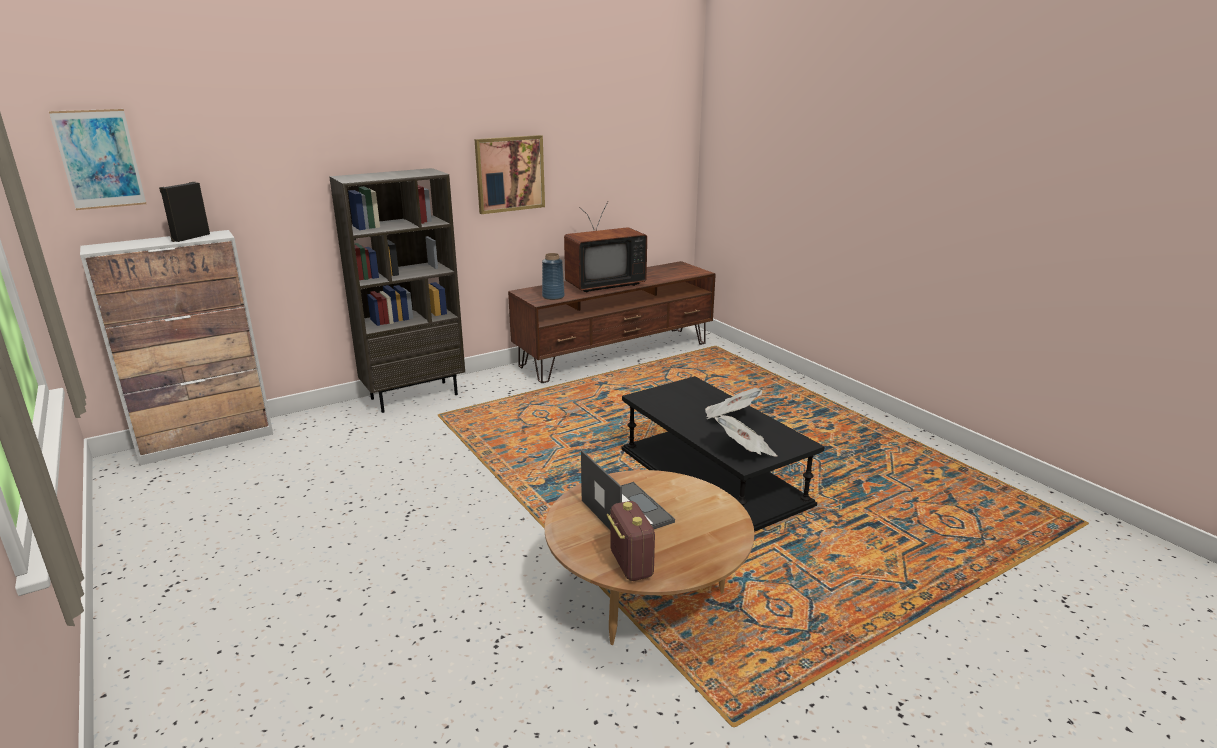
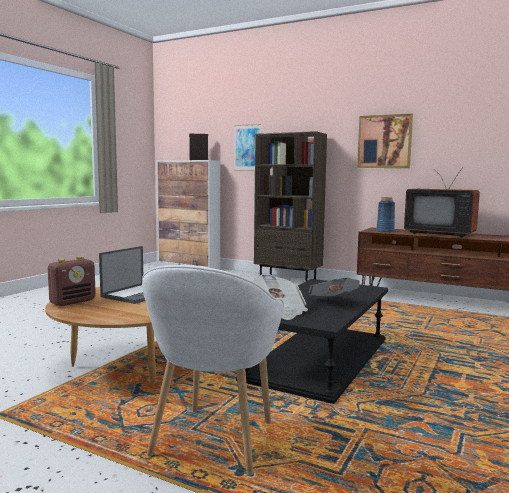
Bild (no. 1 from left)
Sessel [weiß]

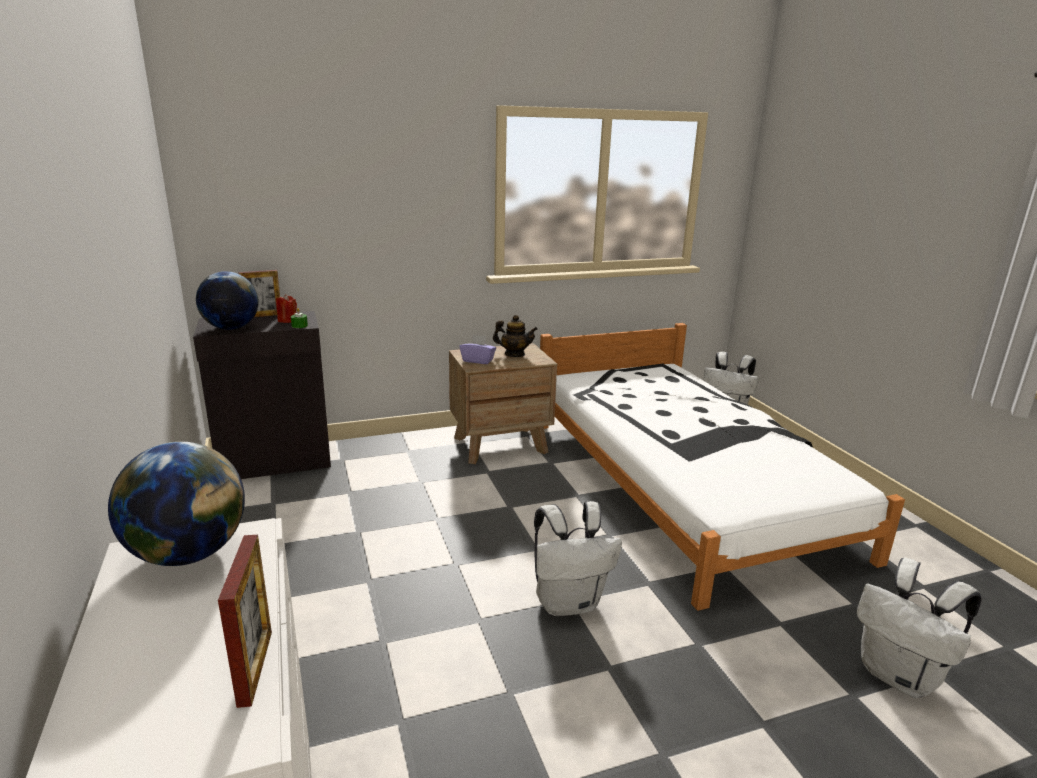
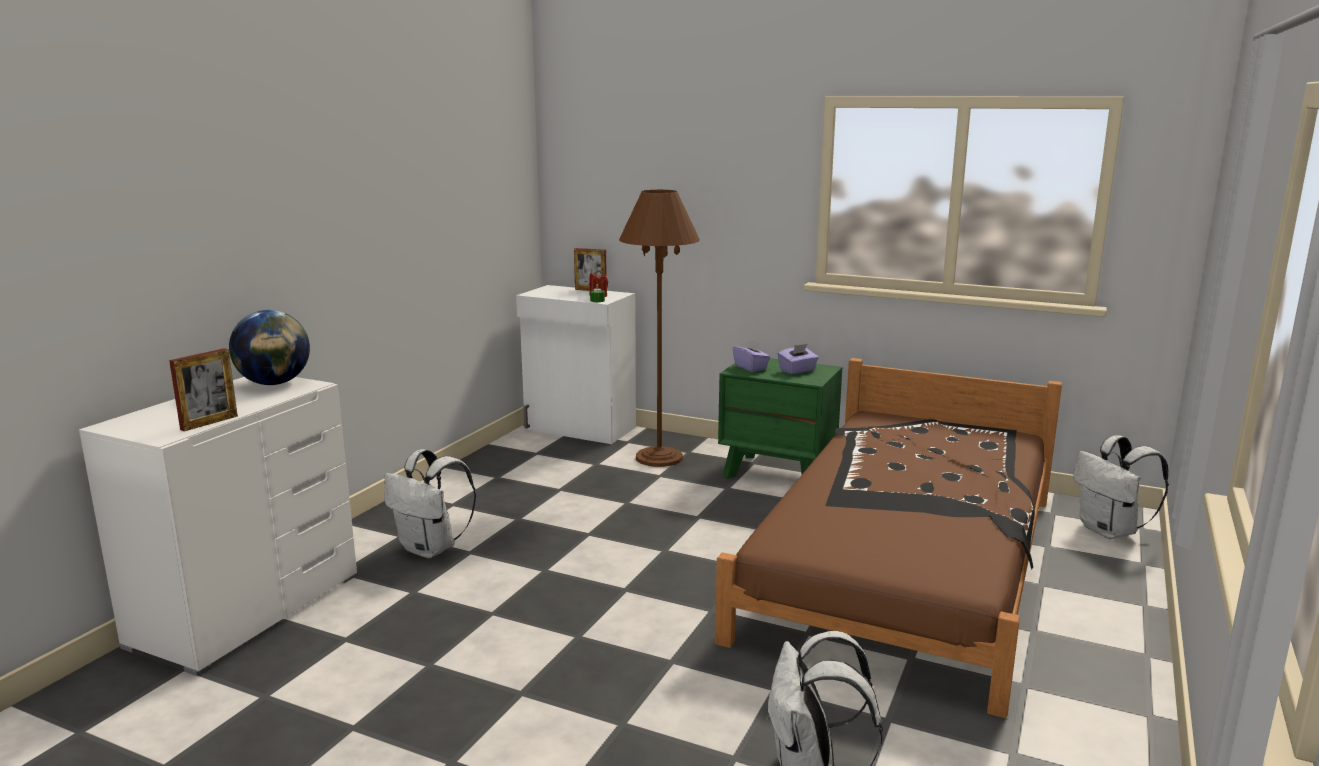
Globus (no. 2 from left in the first image)
Schrank [weiß]
Taschentuchbox [lila] (no. 2 from left)
Bett [braun]
Nachttisch [grün]
Rucksack [weiß] (no. 1 from left)
Stehlampe [braun]

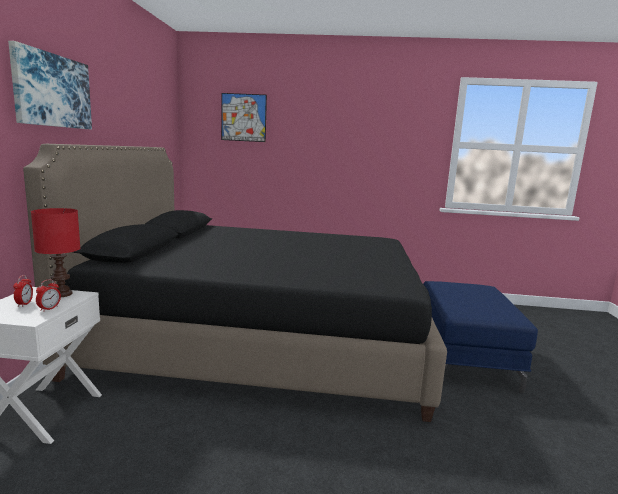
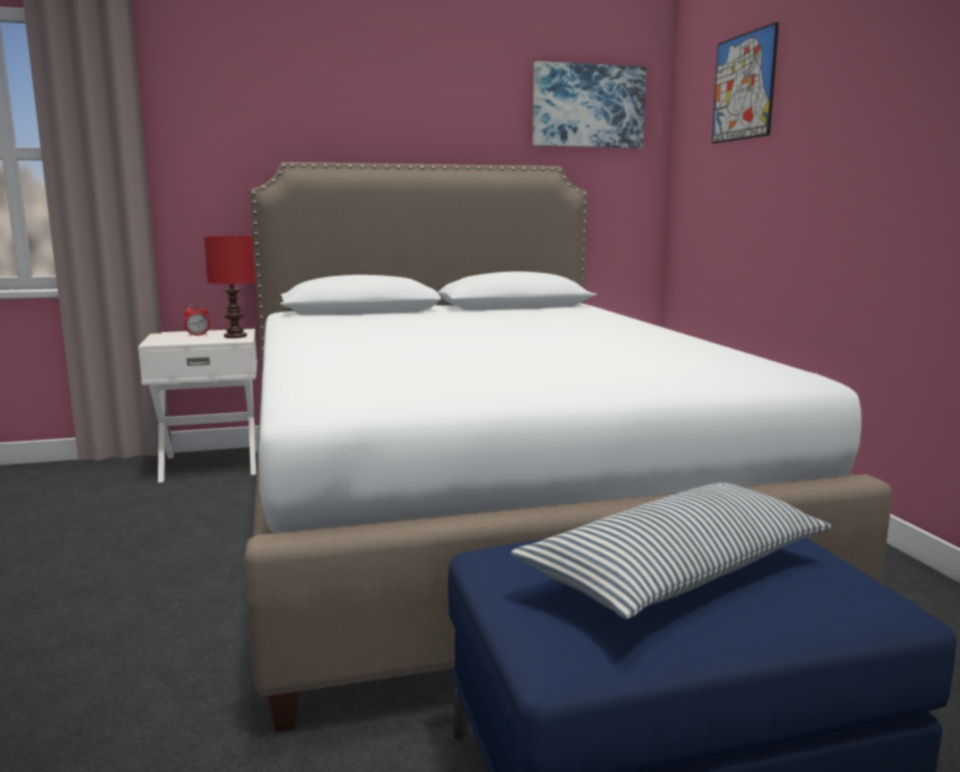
Bild (no. 1 from left)
Bett [weiß]
Wecker (no. 2 from left in the first image)
Kissen

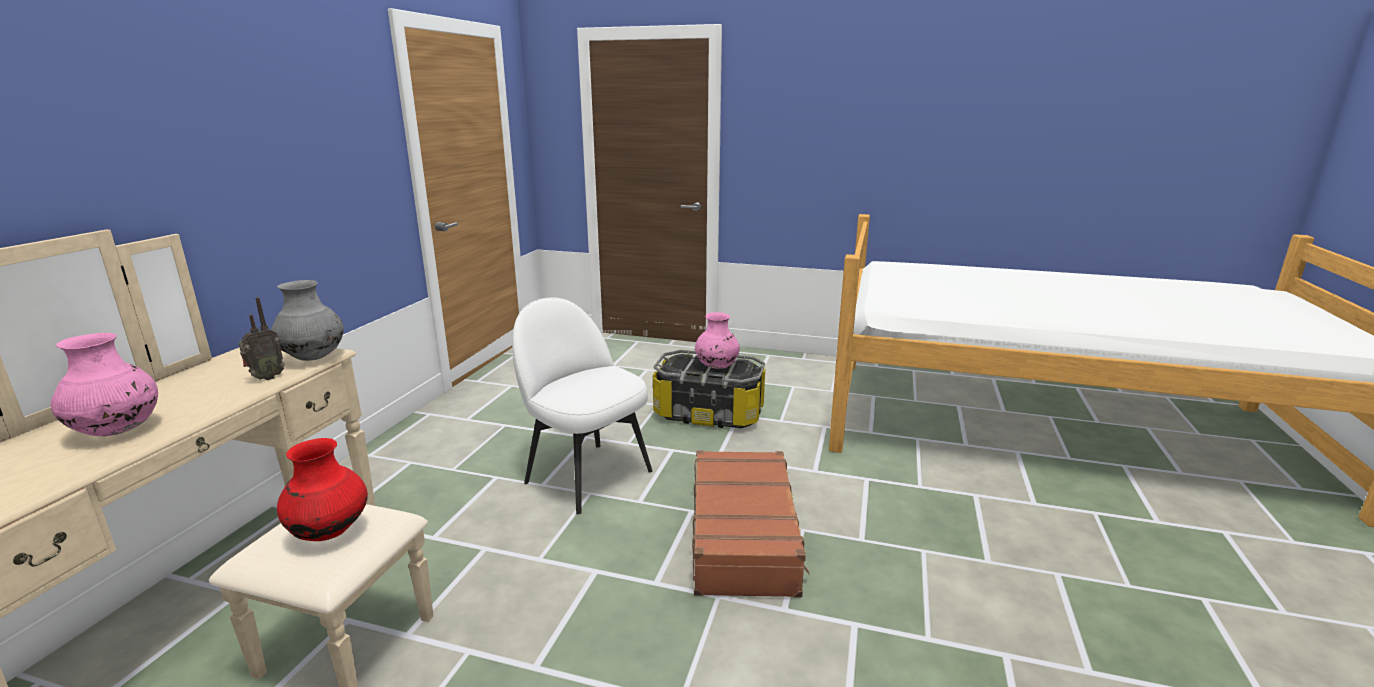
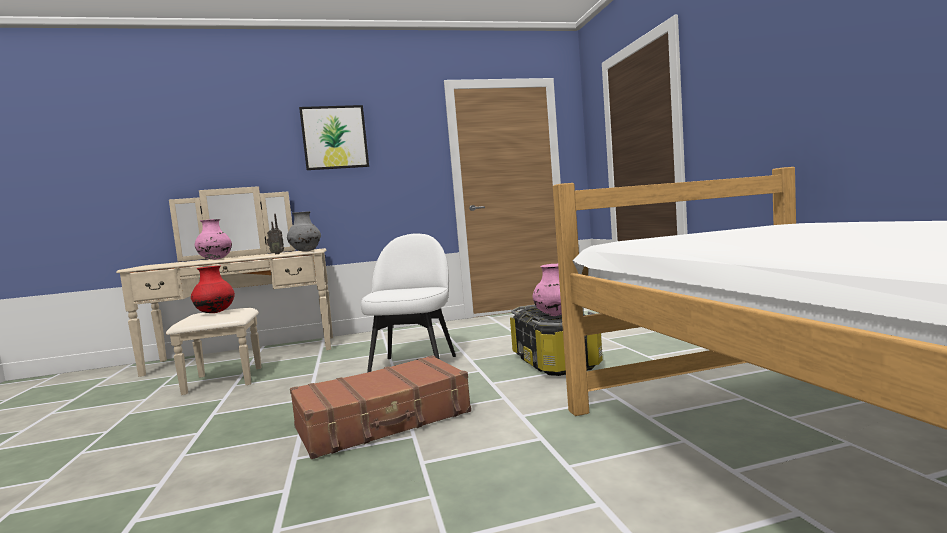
Bild

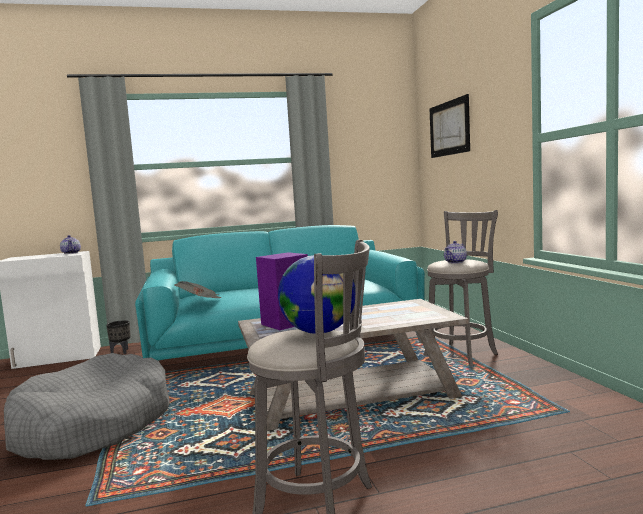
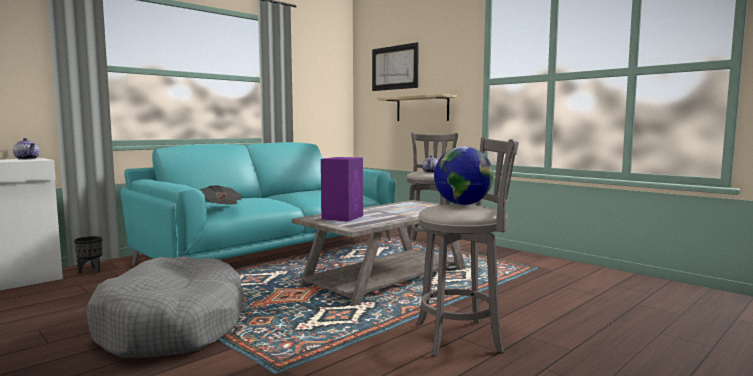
Wandregal

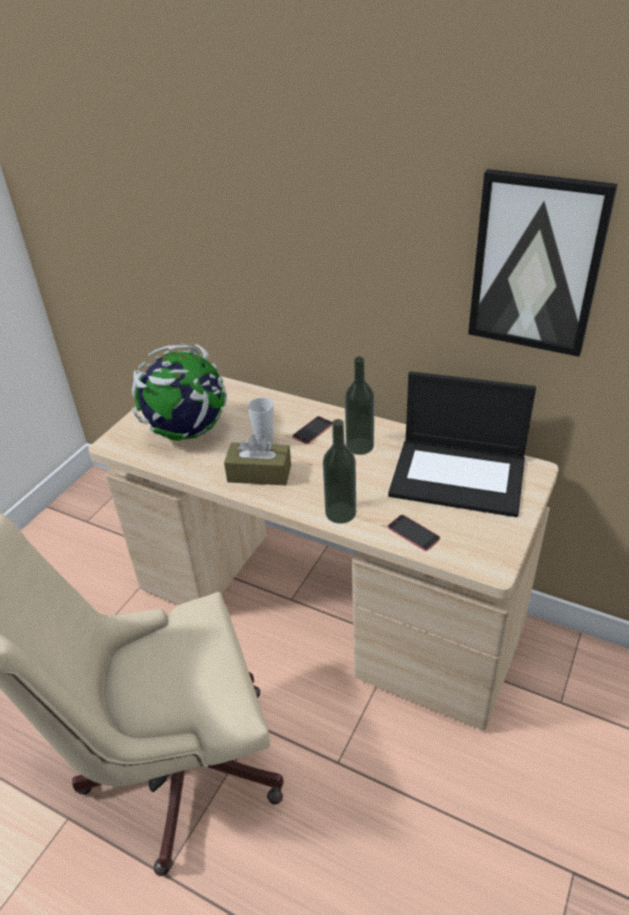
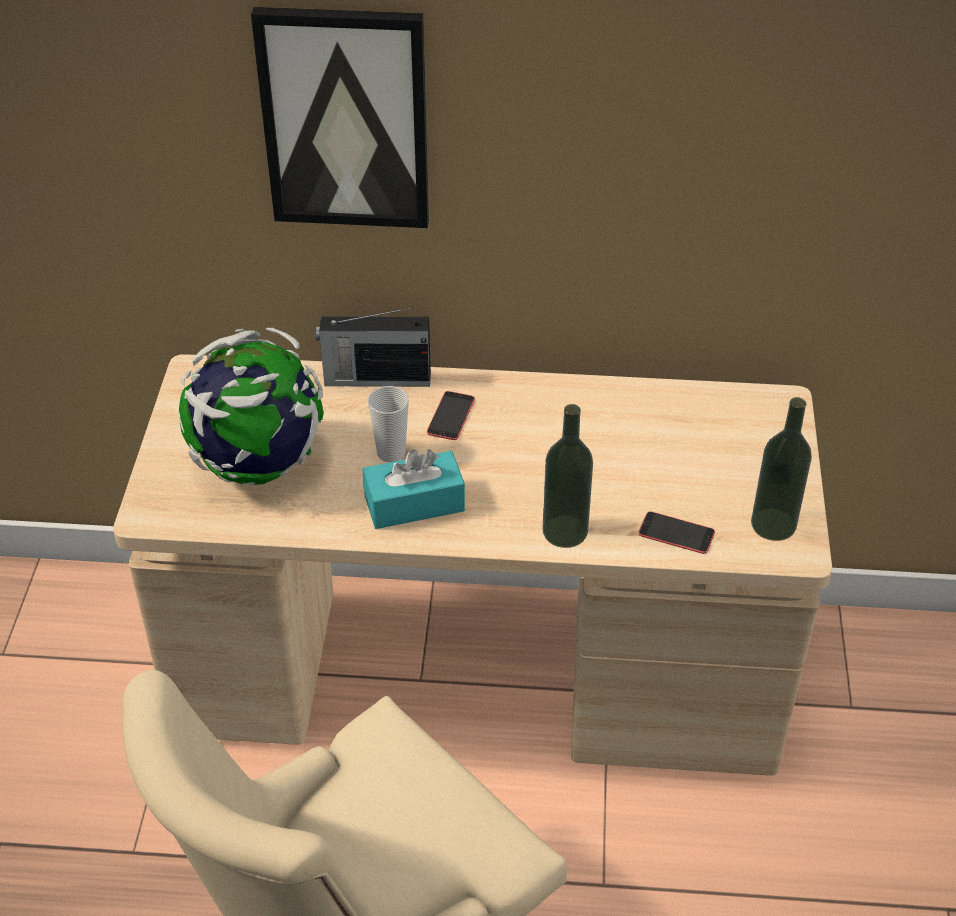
Bild
Flasche (no. 2 from left)
Laptop
Taschentuchbox [türkis]
Radio

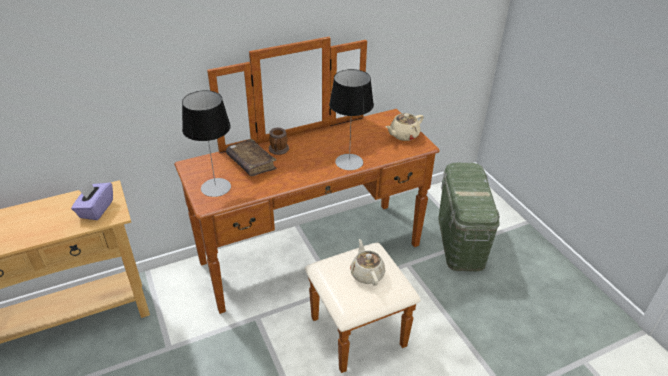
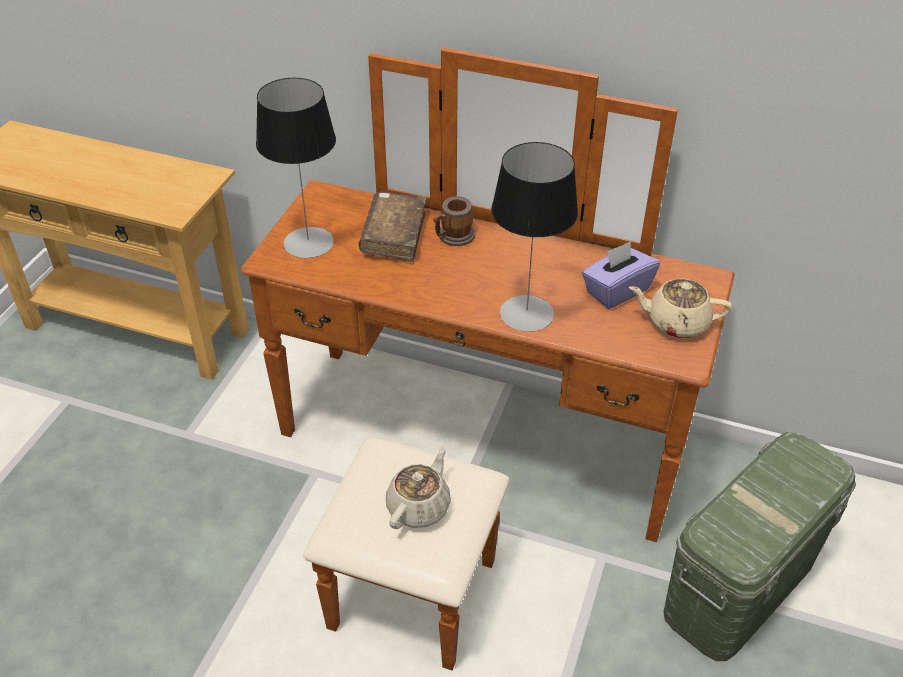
Taschentuchbox [lila]

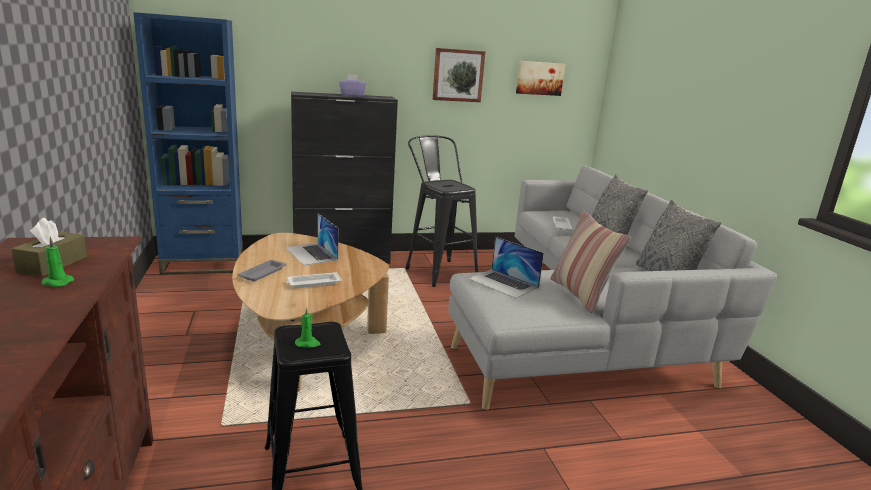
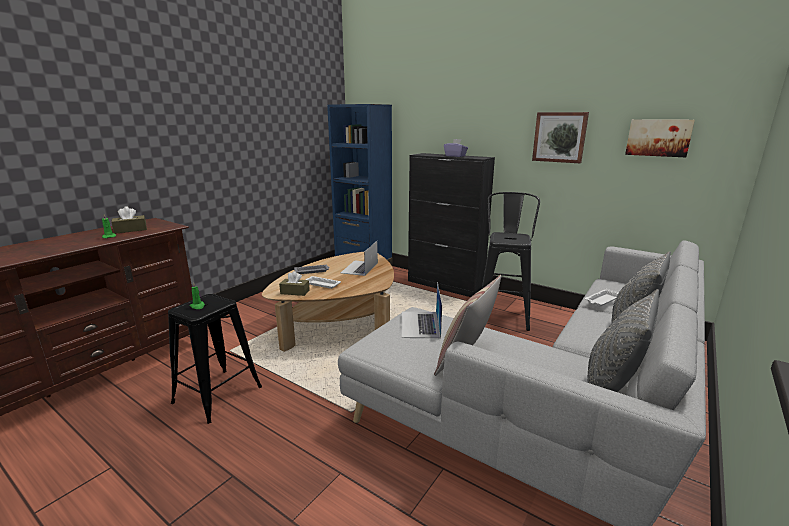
Taschentuchbox [braun] (no. 2 from left)

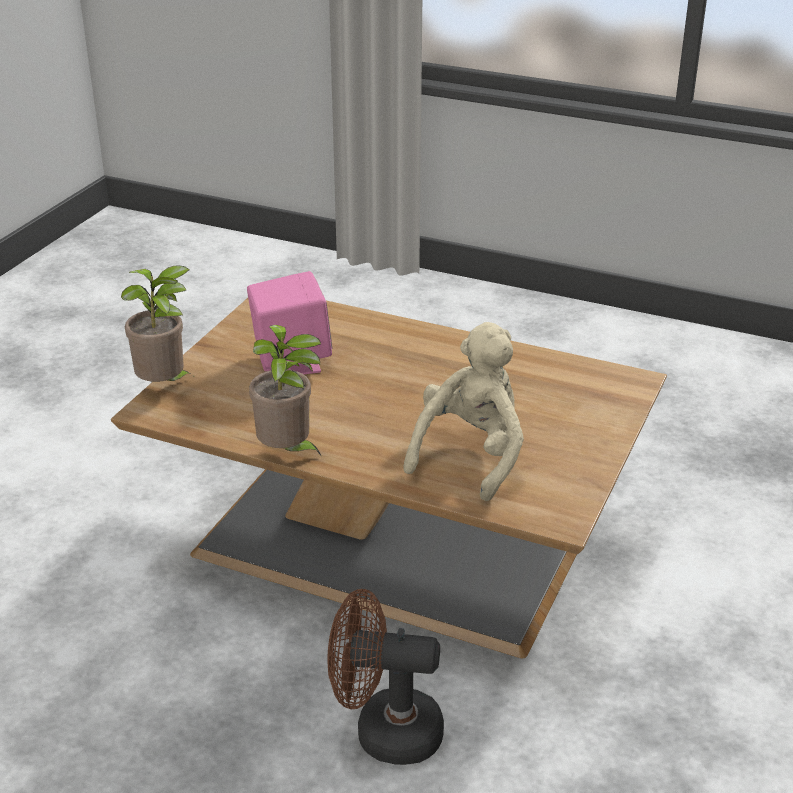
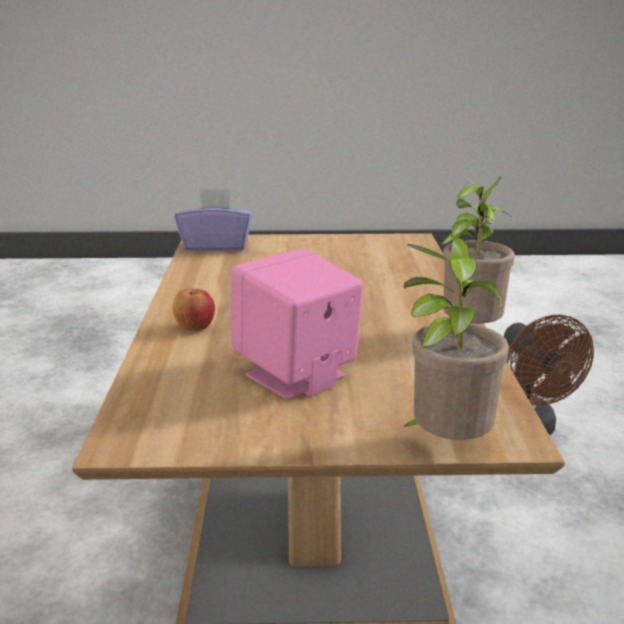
Plüschtier [beige]
Taschentuchbox [lila]
Apfel

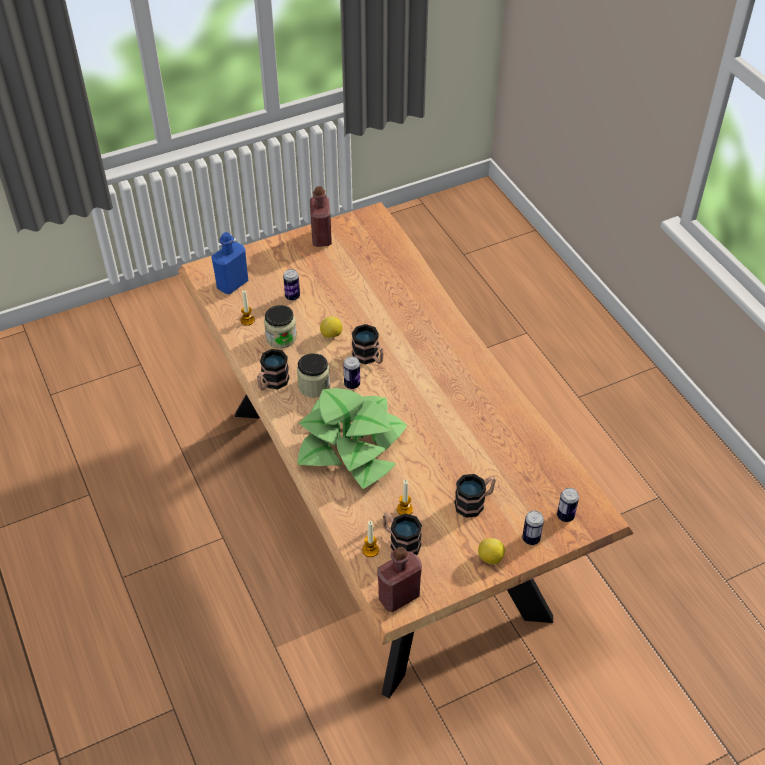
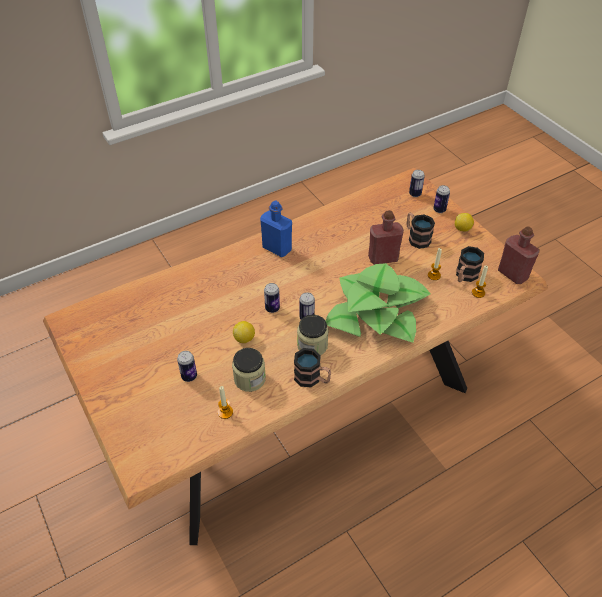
Flasche [rot] (no. 1 from left)
Flasche [blau]
Dose (no. 2 from left)

